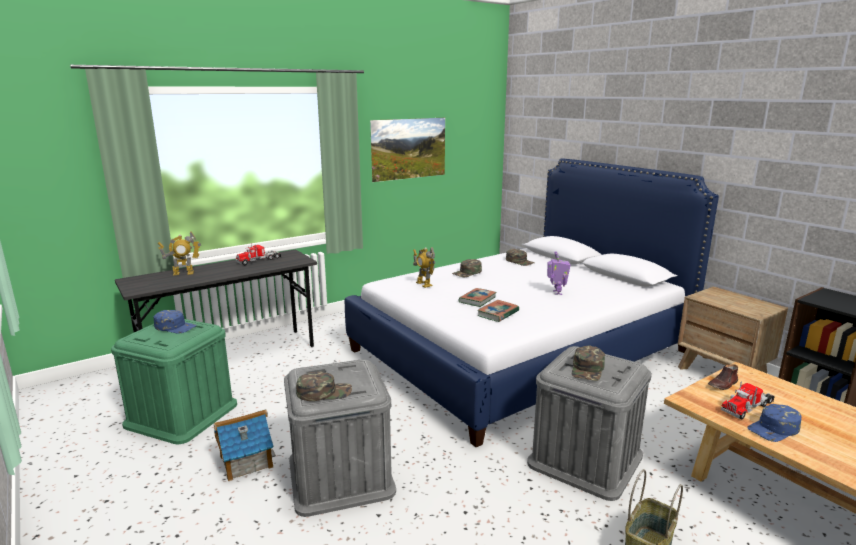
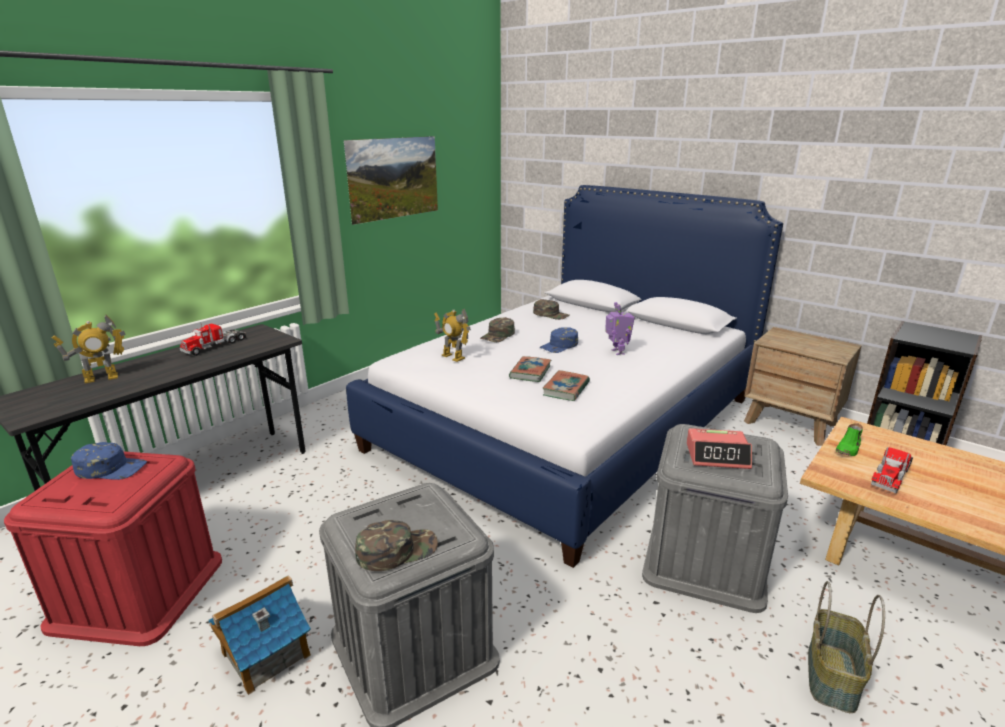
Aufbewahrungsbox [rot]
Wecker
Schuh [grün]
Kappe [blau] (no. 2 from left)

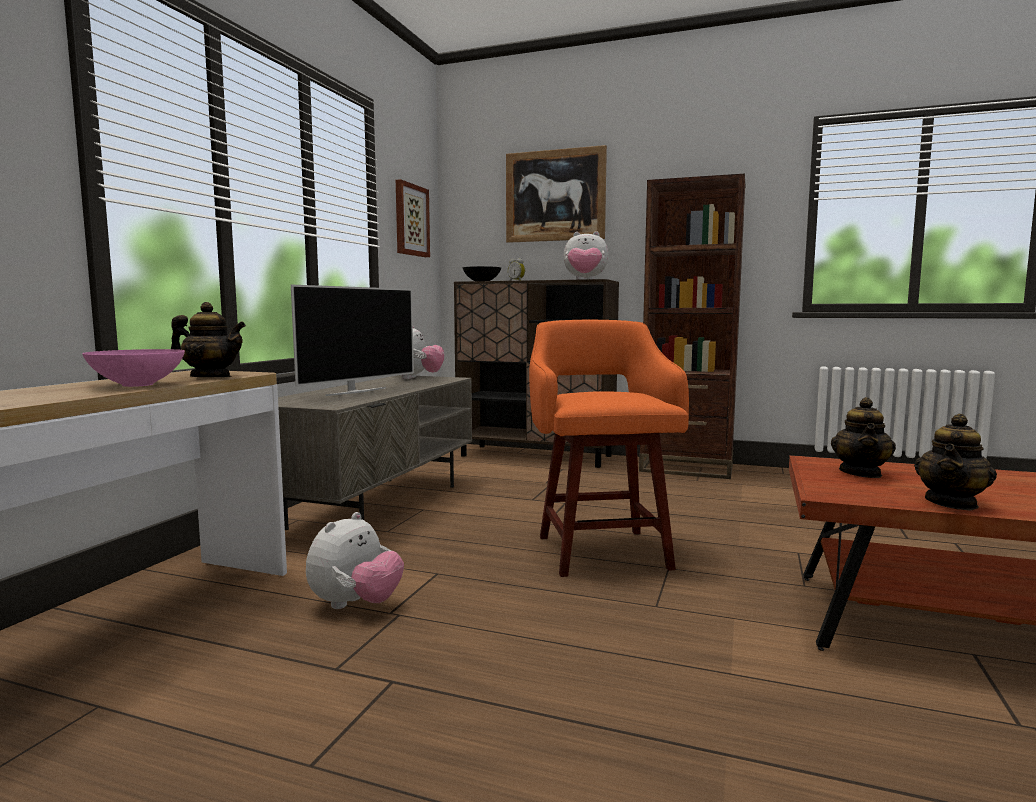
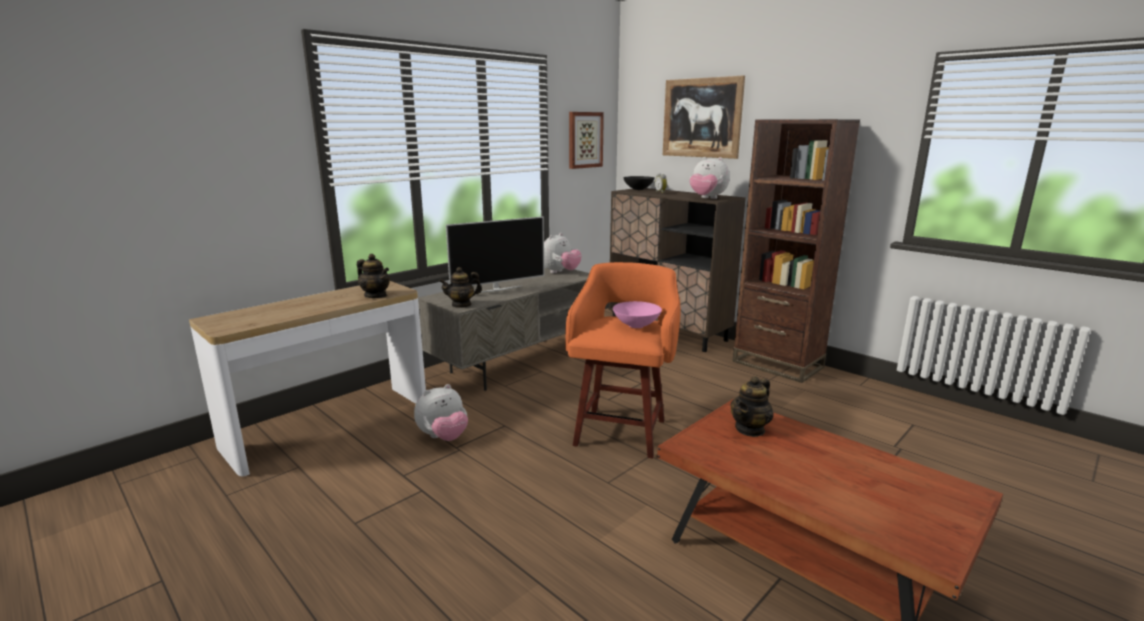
Schüssel [rosa]
Teekanne (no. 2 from left)

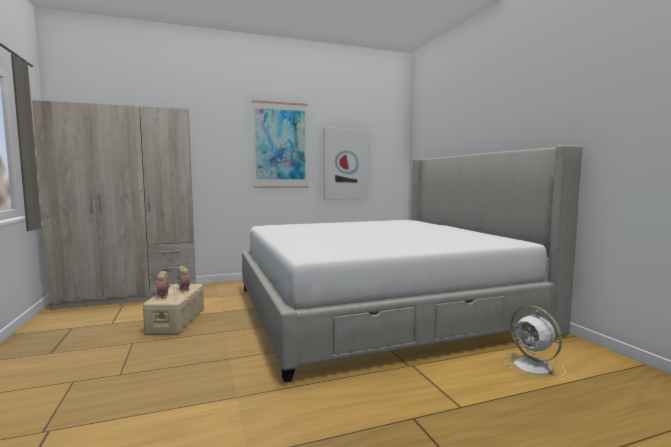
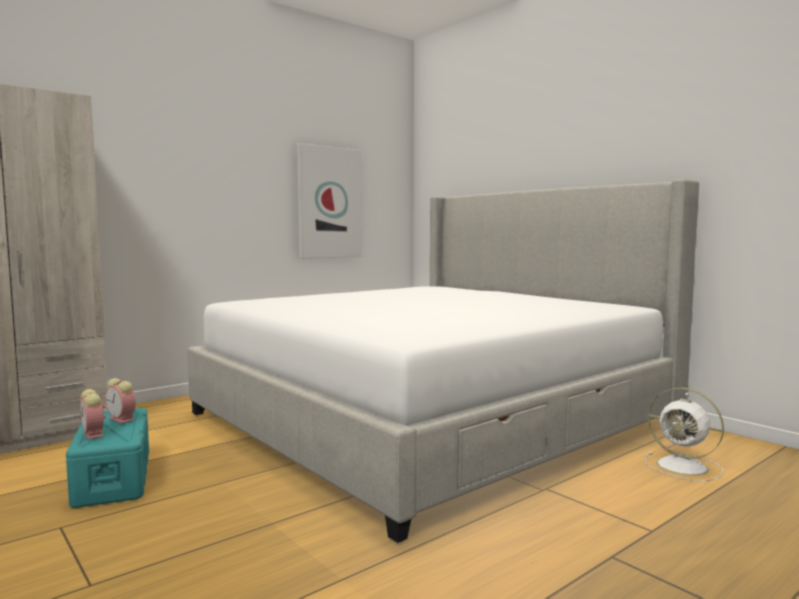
Bild (no. 1 from left in the first image)
Aufbewahrungsbox [türkis]

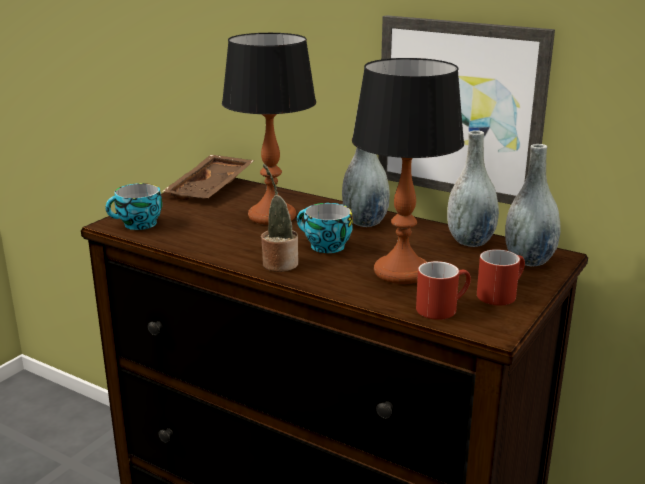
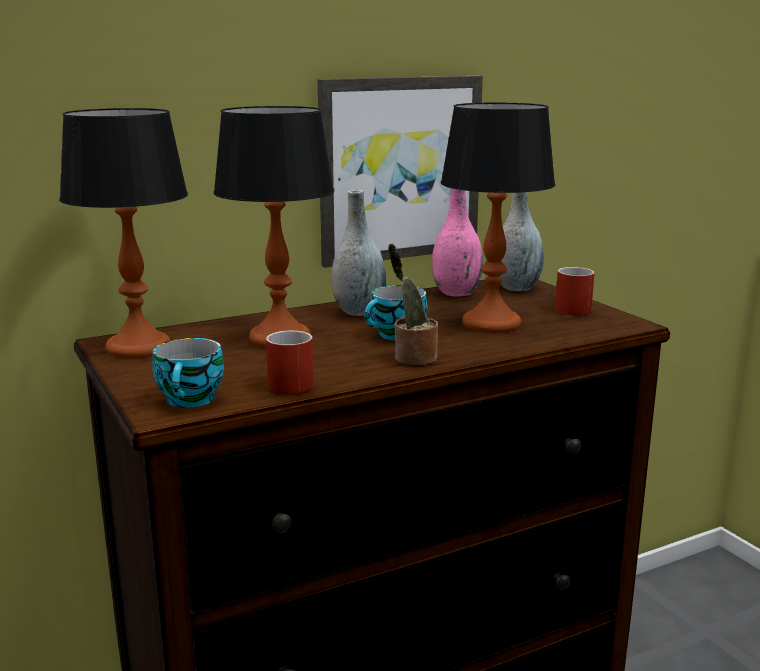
Vase [rosa]
Tischlampe (no. 1 from left)
Henkelbecher [rot] (no. 1 from left)

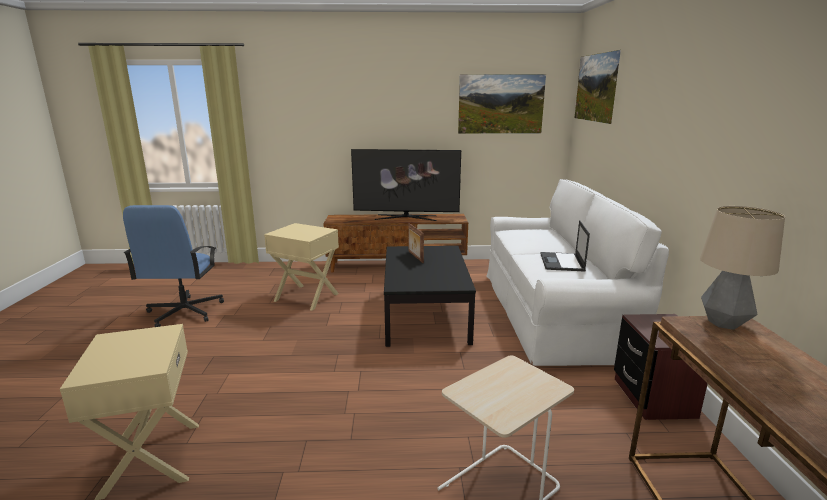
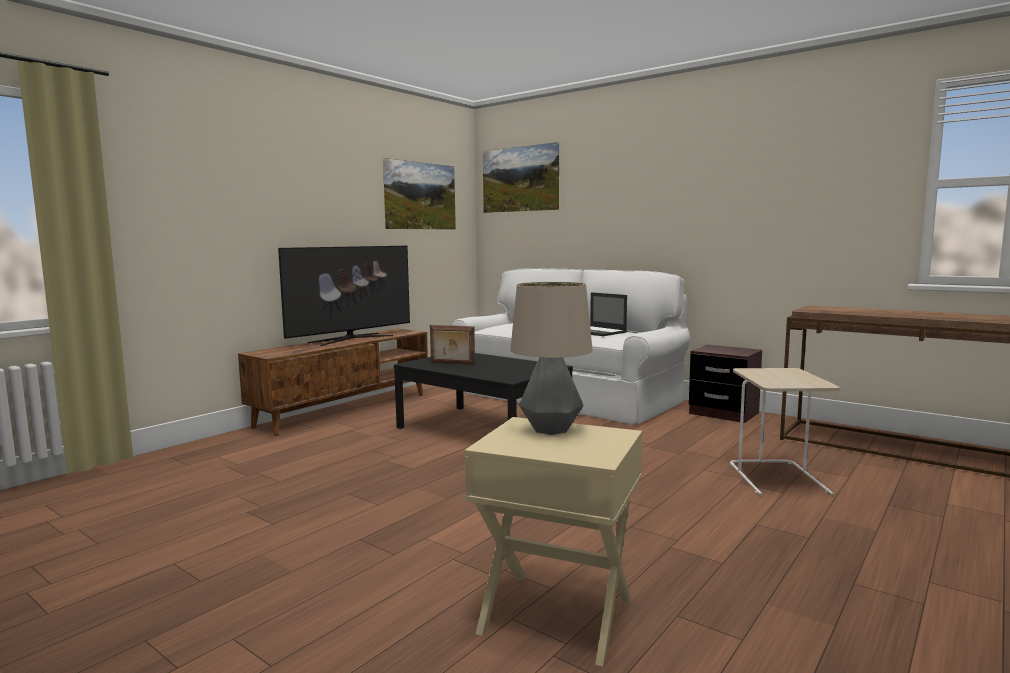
Bürostuhl [blau]
Tischlampe
Beistelltisch [beige] (no. 2 from left in the first image)

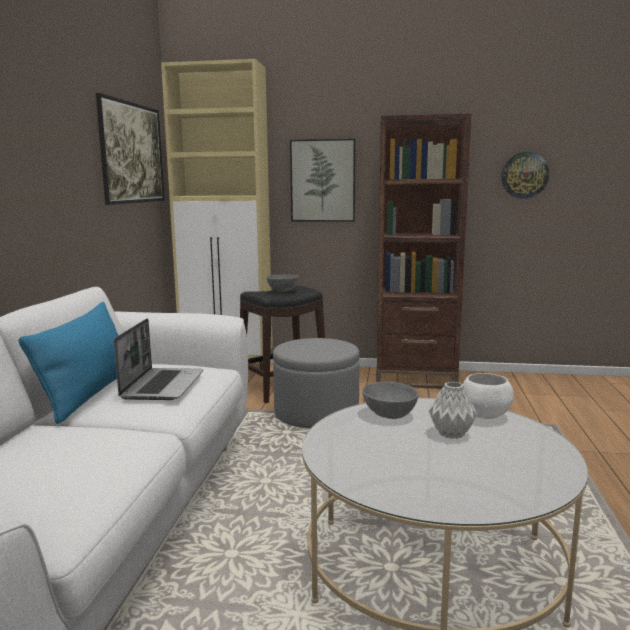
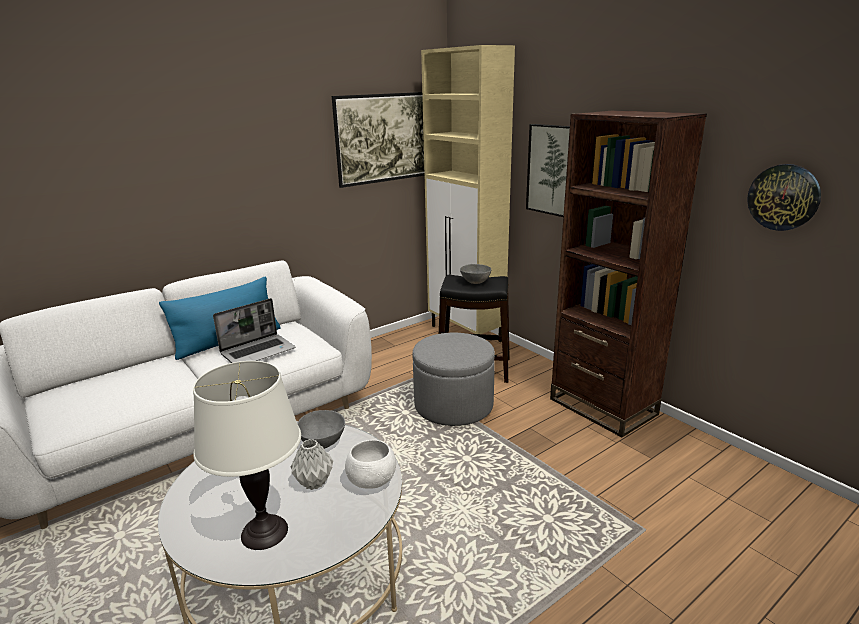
Tischlampe [weiß]

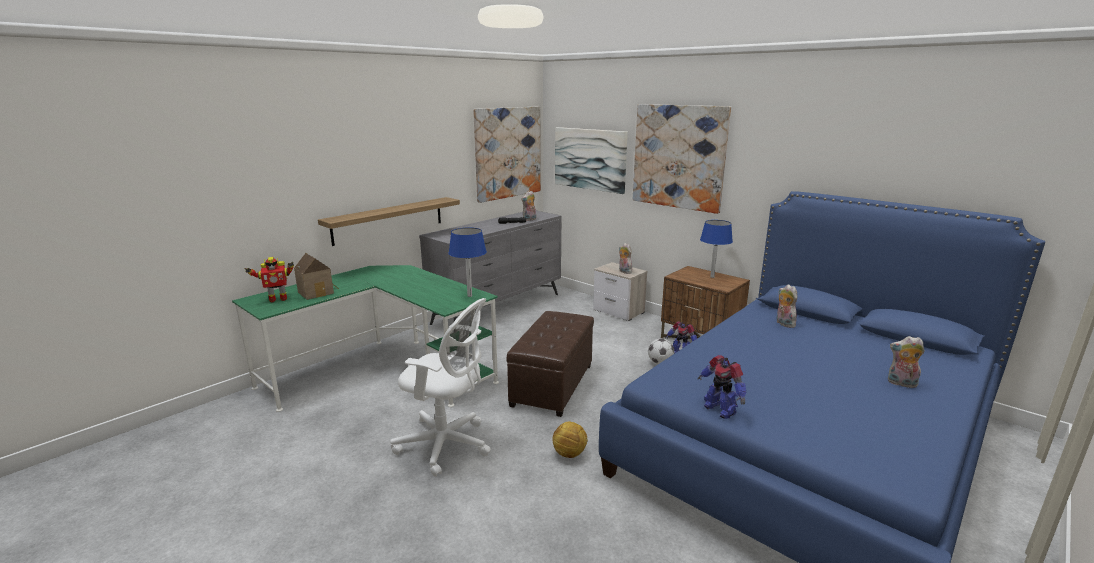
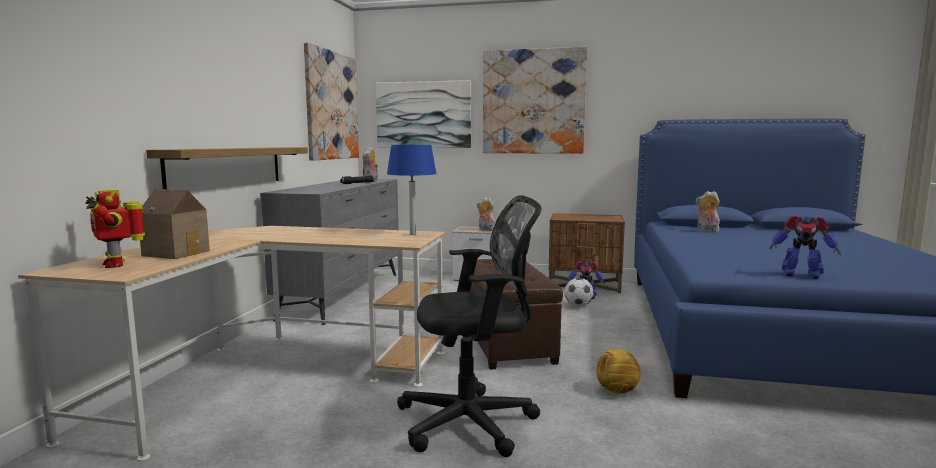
Tischlampe [blau] (no. 2 from left in the first image)
Spielzeugroboter (no. 1 from left)
Schreibtisch [beige]
Bürostuhl [schwarz]
Plüschtier (no. 4 from left in the first image)

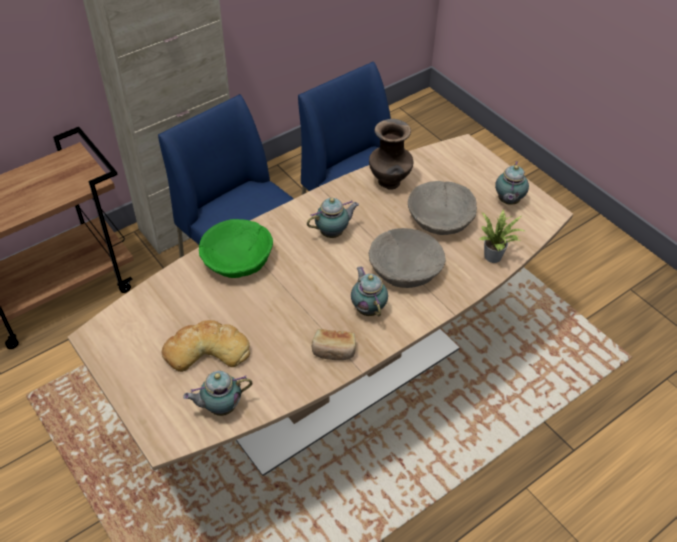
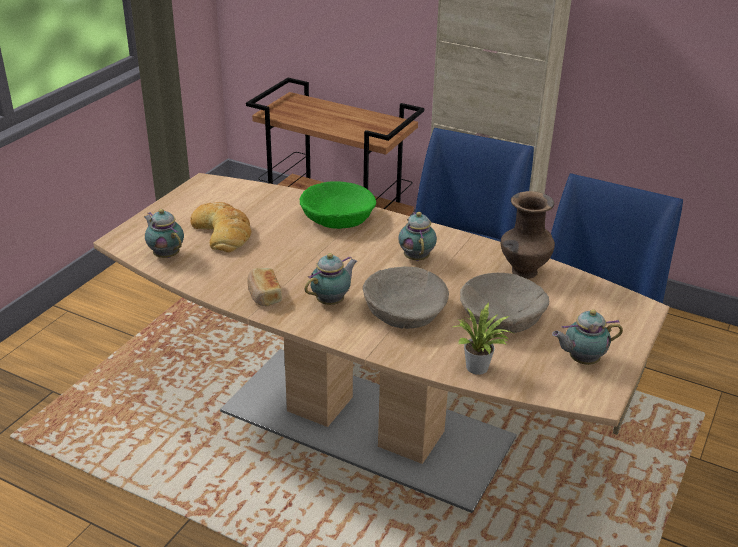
Teekanne (no. 3 from left)

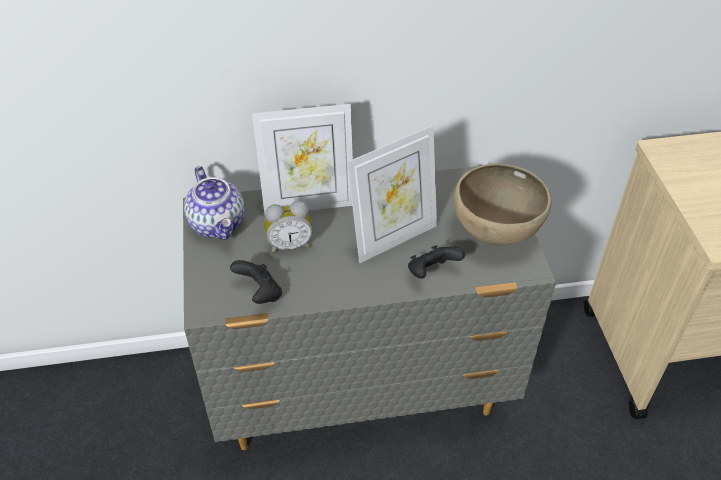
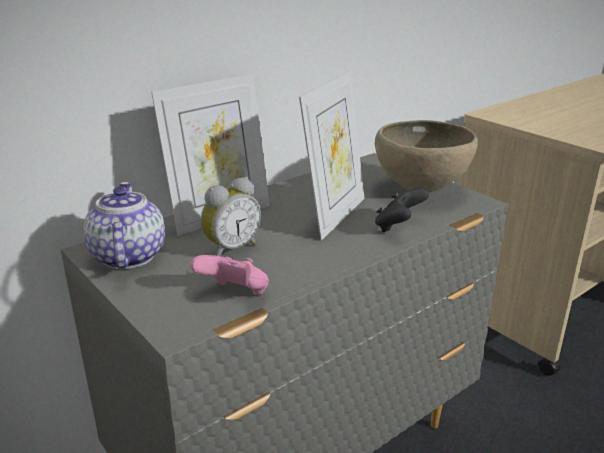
Teekanne
Gamepad [rosa]

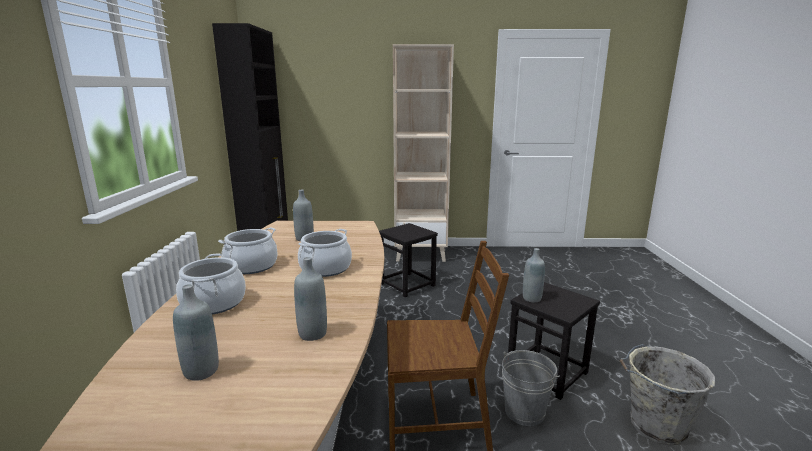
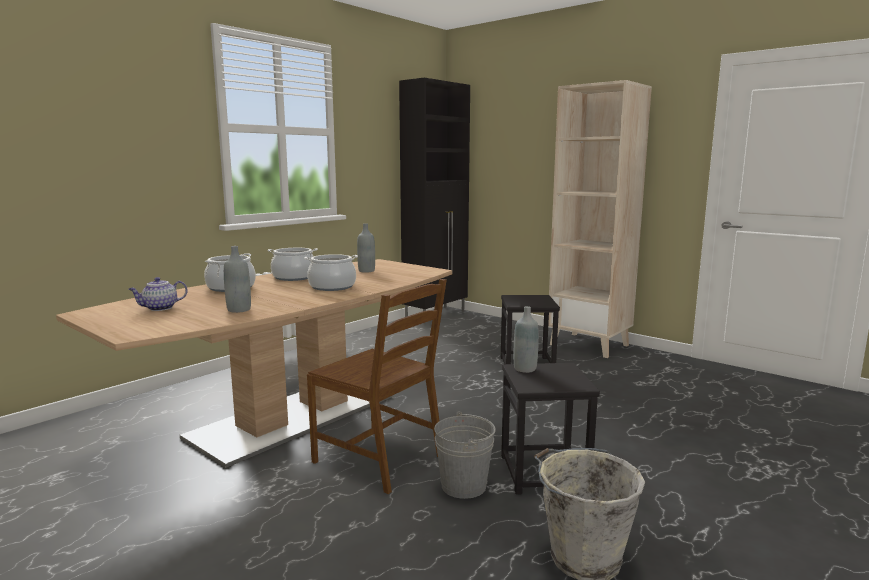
Teekanne

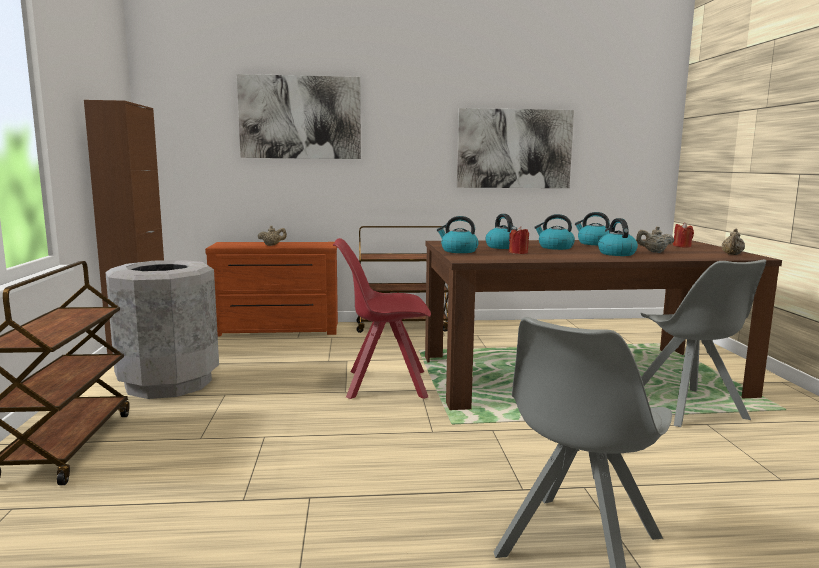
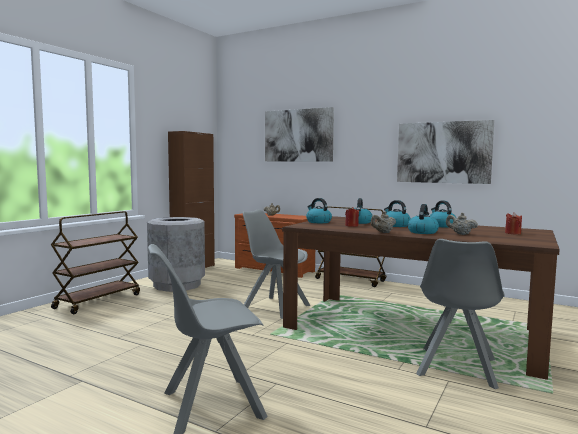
Teekanne [beige] (no. 2 from left)
Stuhl [grau] (no. 2 from left)

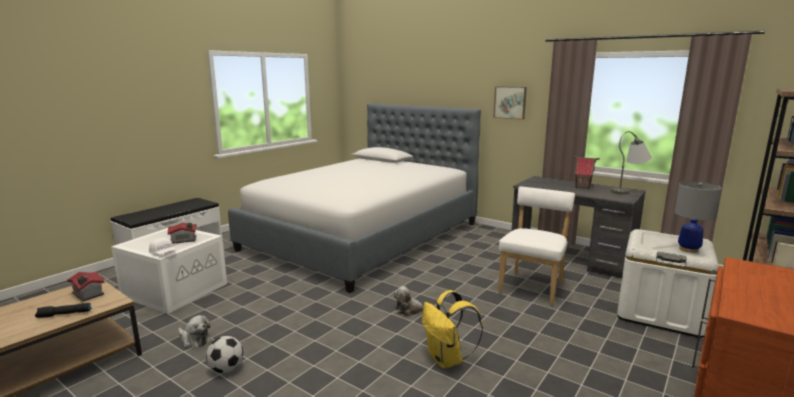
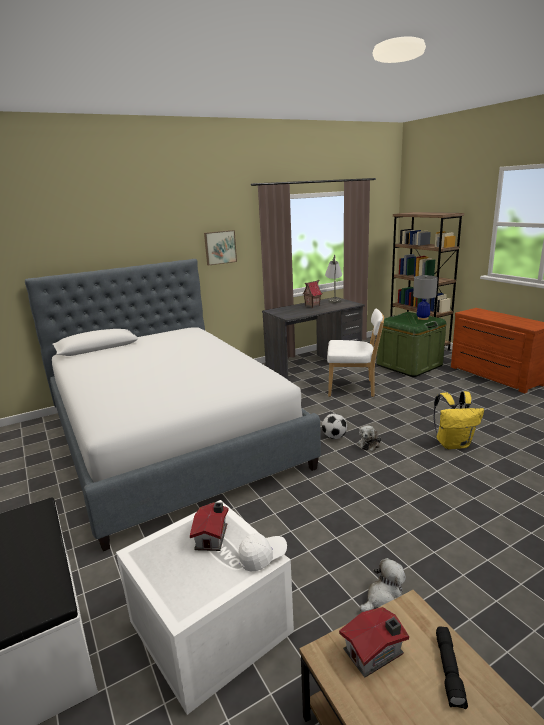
Stuhl [weiß]
Aufbewahrungsbox [grün]
Fußball

